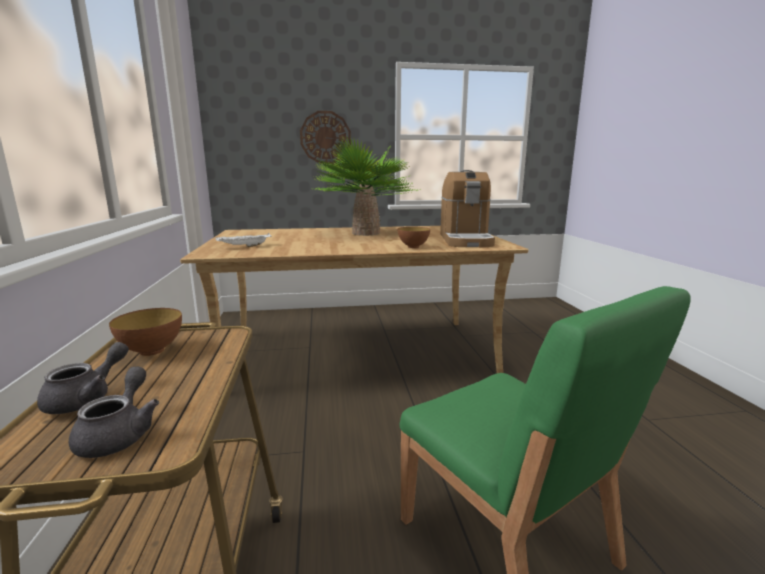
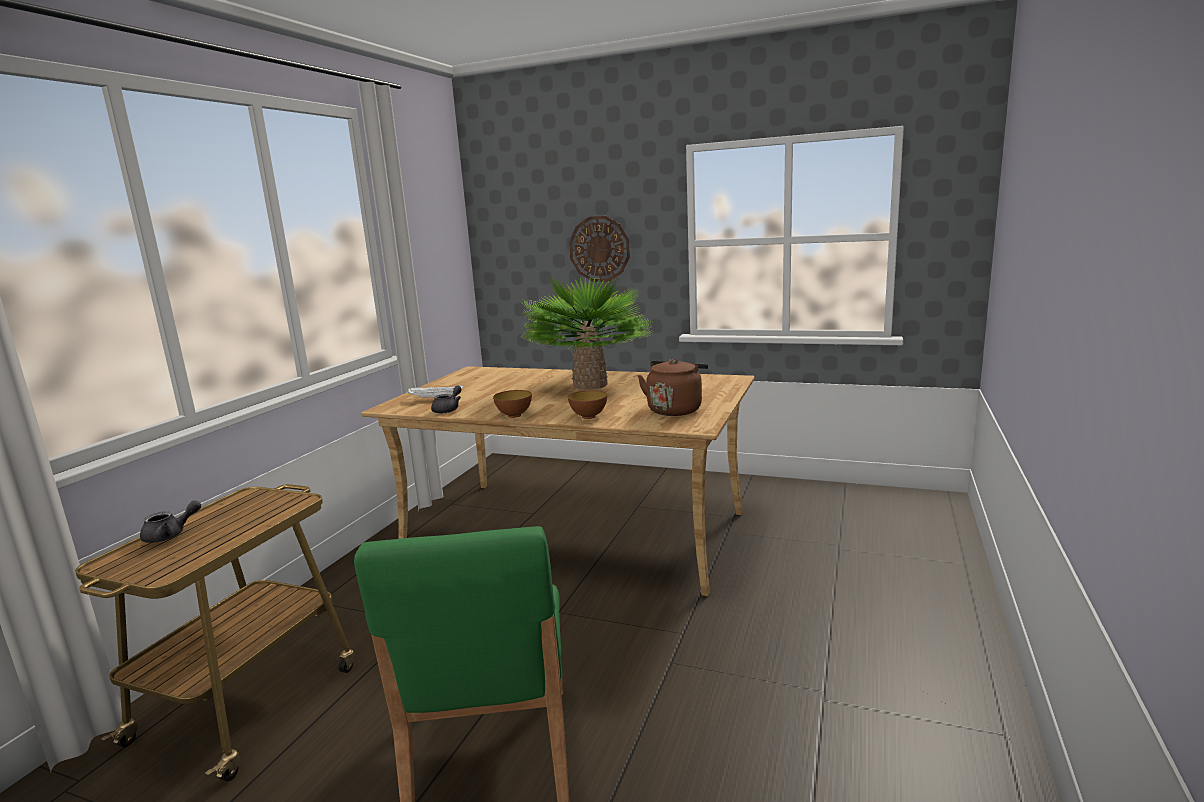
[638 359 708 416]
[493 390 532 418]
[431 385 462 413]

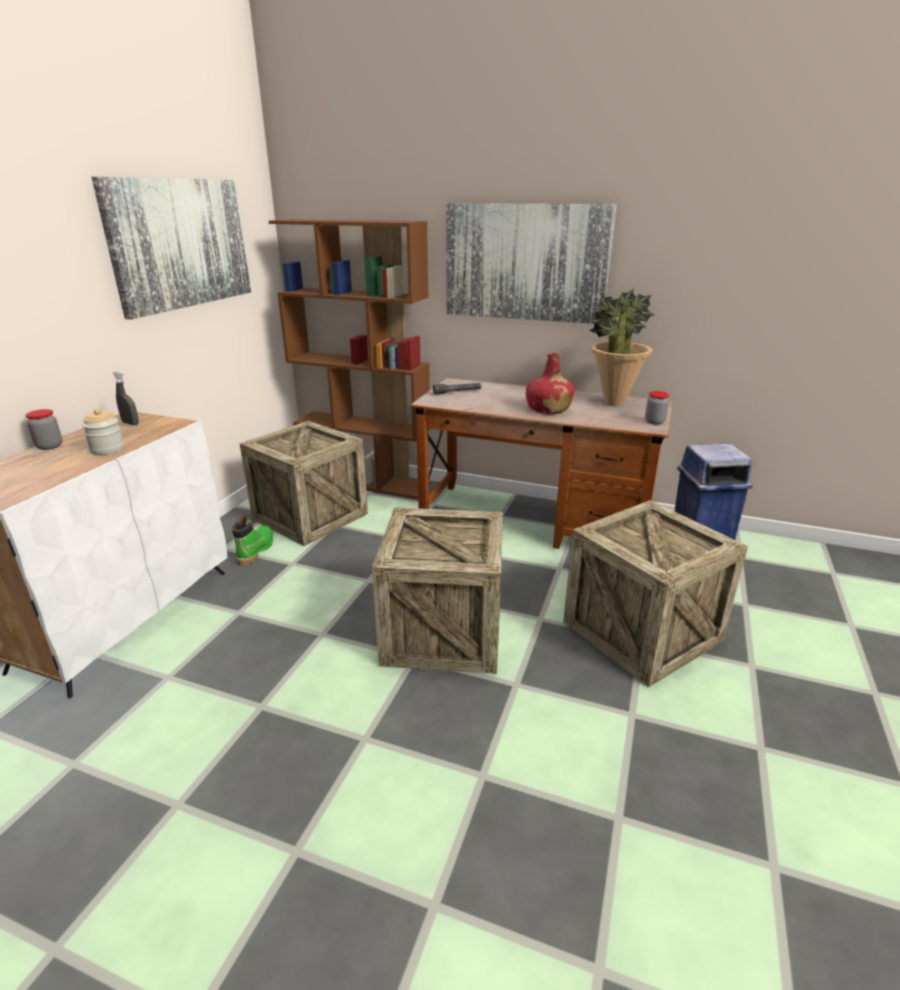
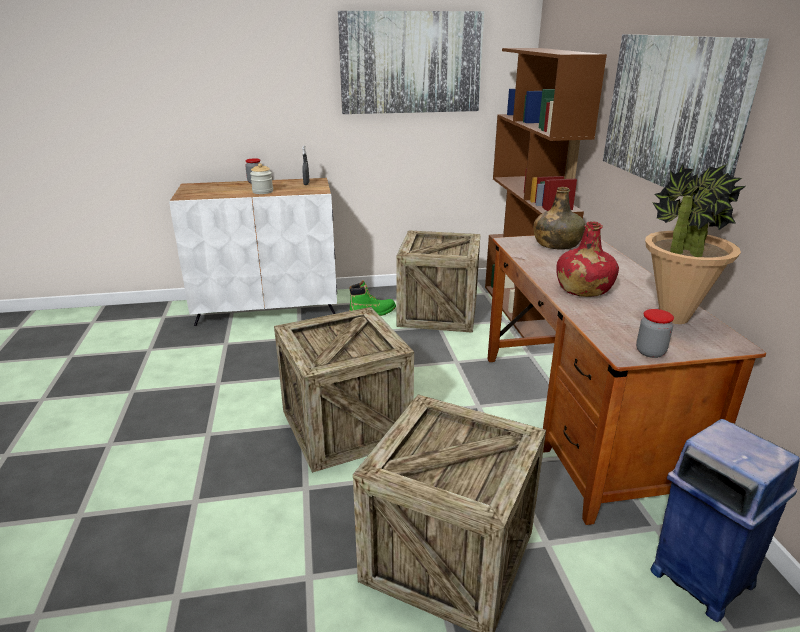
[534 187 585 250]

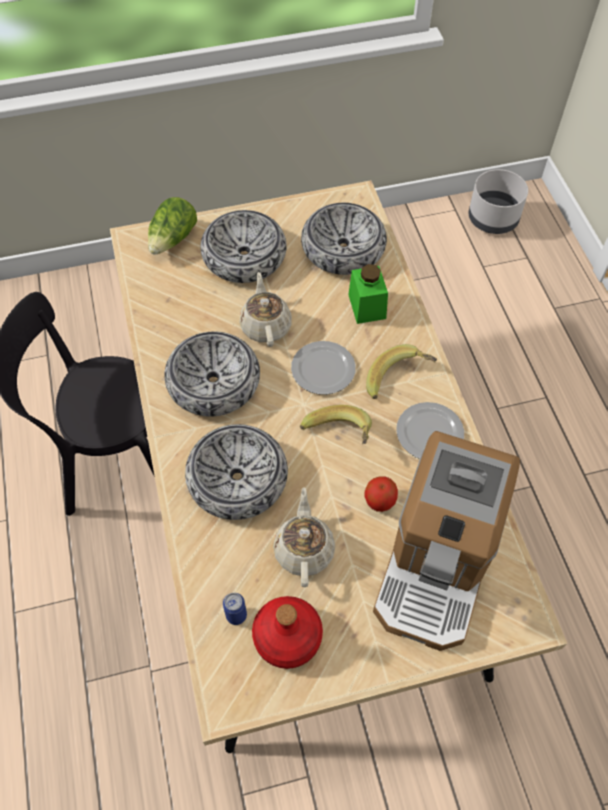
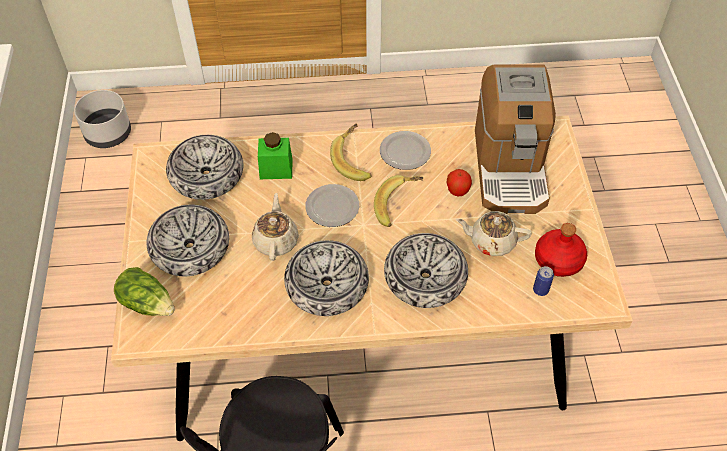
[252 193 299 261]
[475 64 556 214]

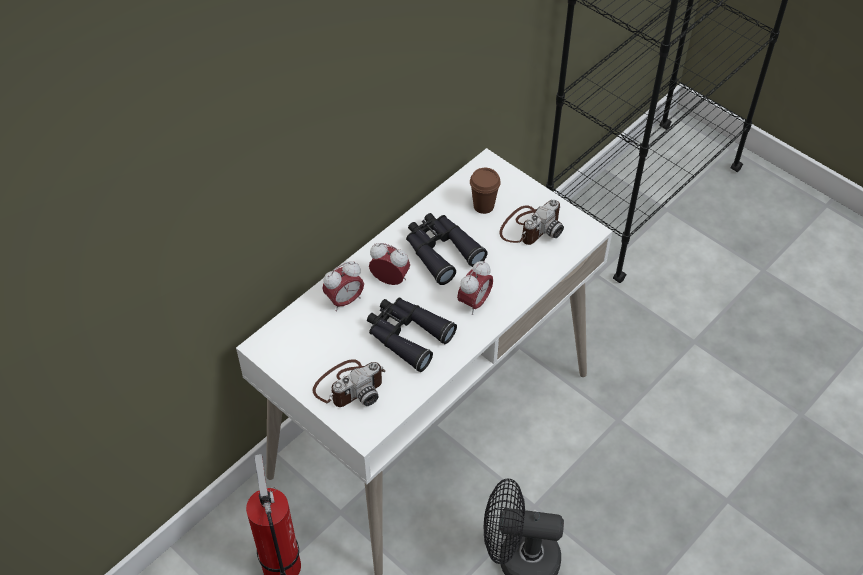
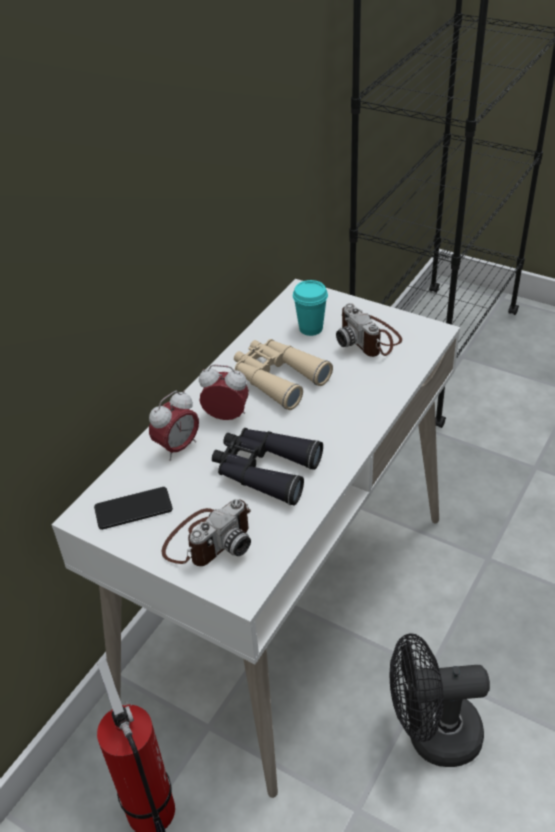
[293 280 328 336]
[336 303 402 357]
[234 339 333 410]
[457 261 493 315] (first image)
[94 487 173 530]

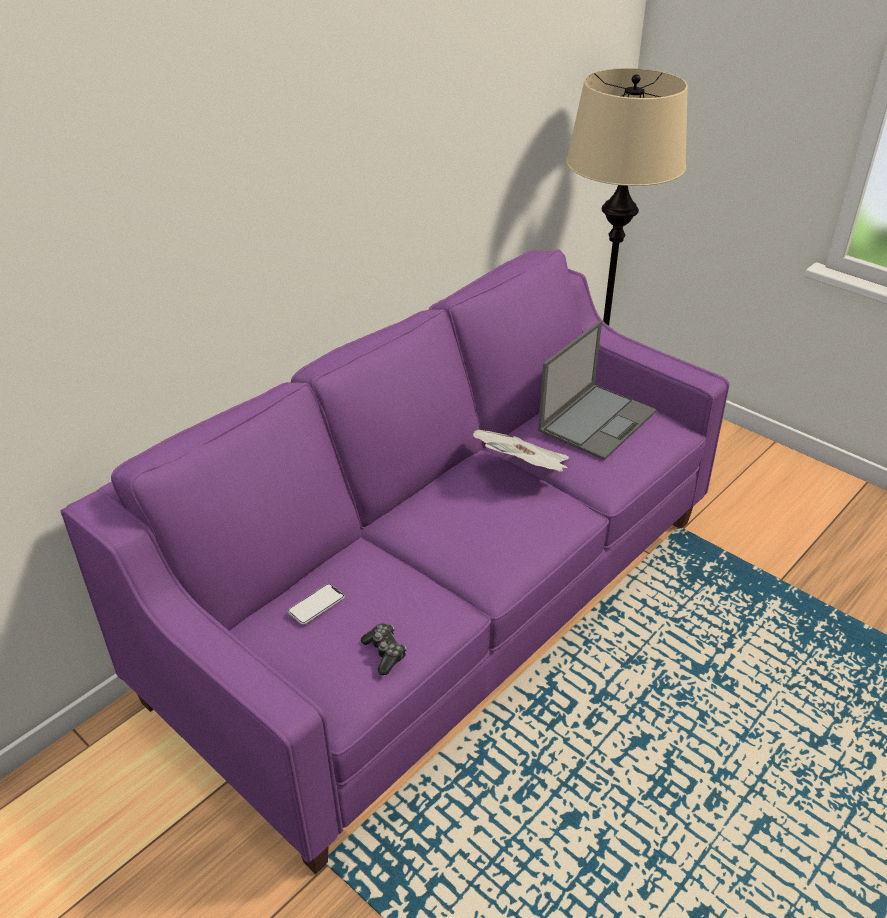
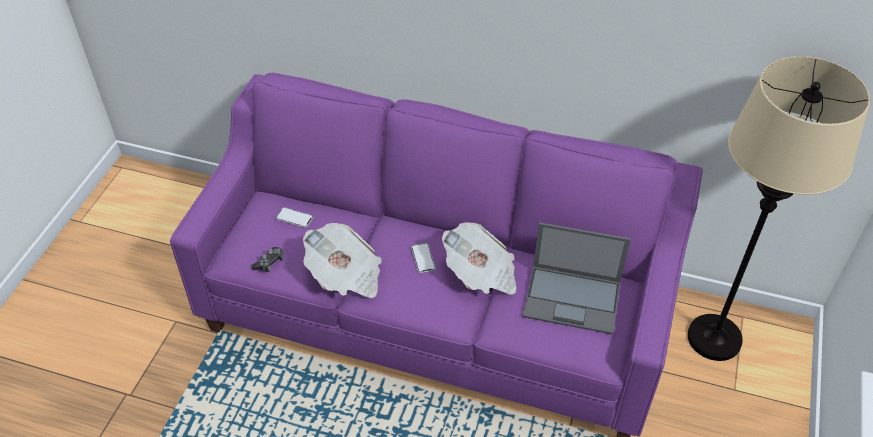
[303 223 382 298]
[411 243 436 273]

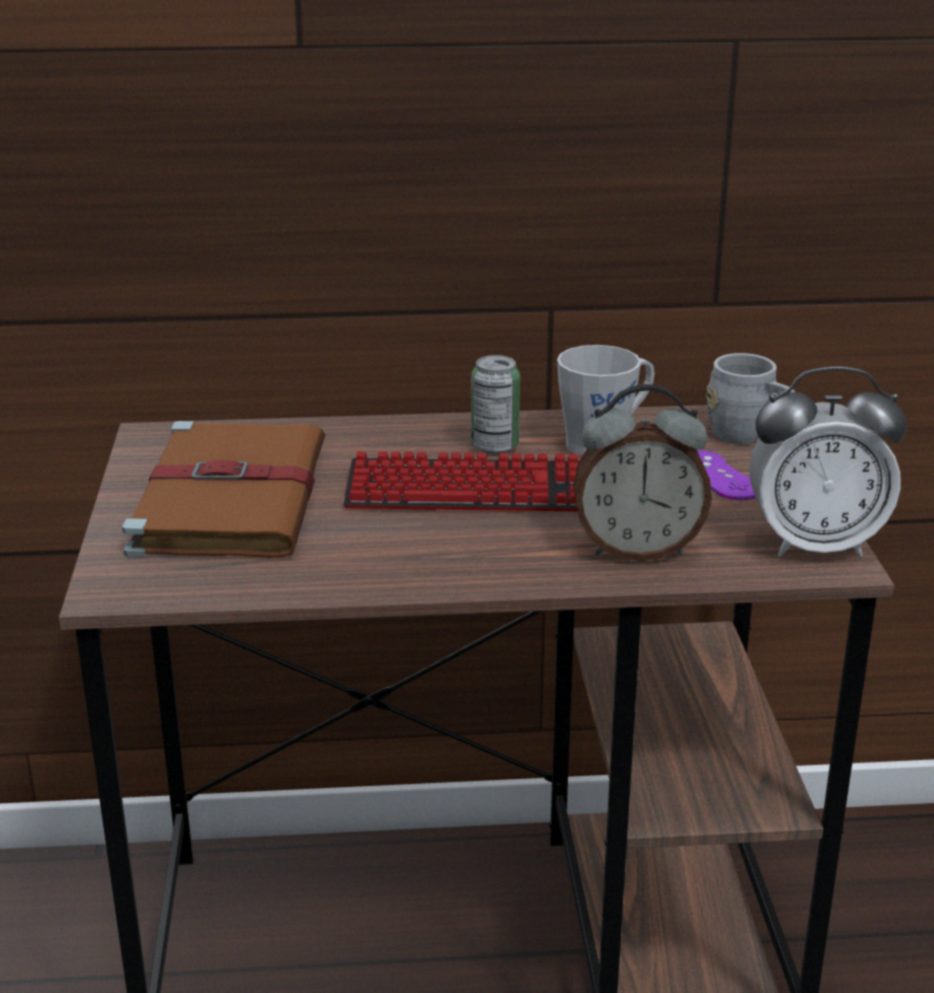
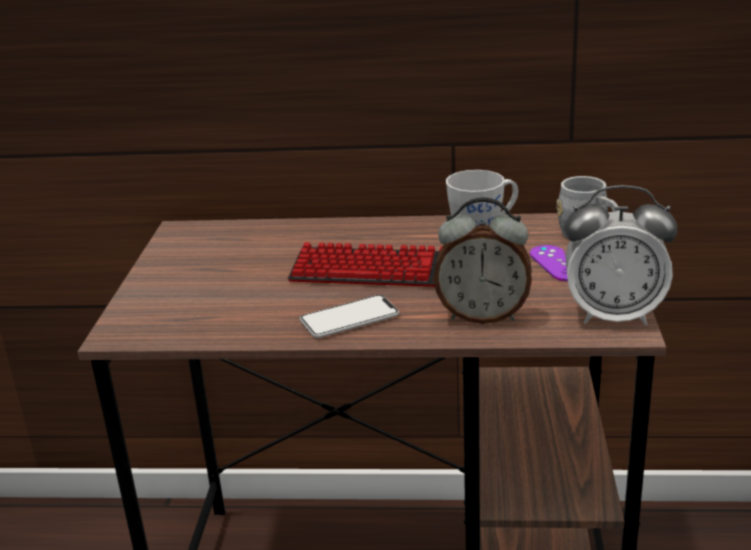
[471 355 520 454] (first image)
[122 421 325 558] (first image)
[300 295 399 338]

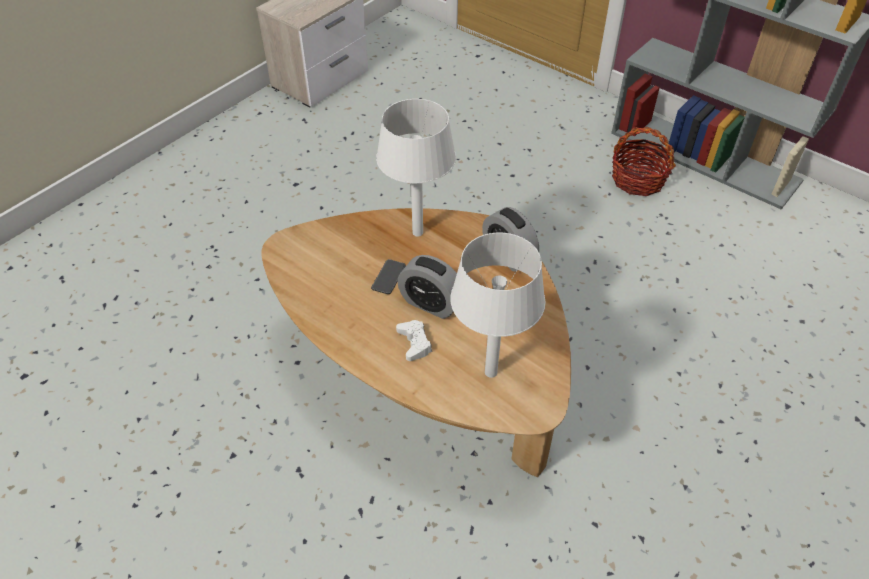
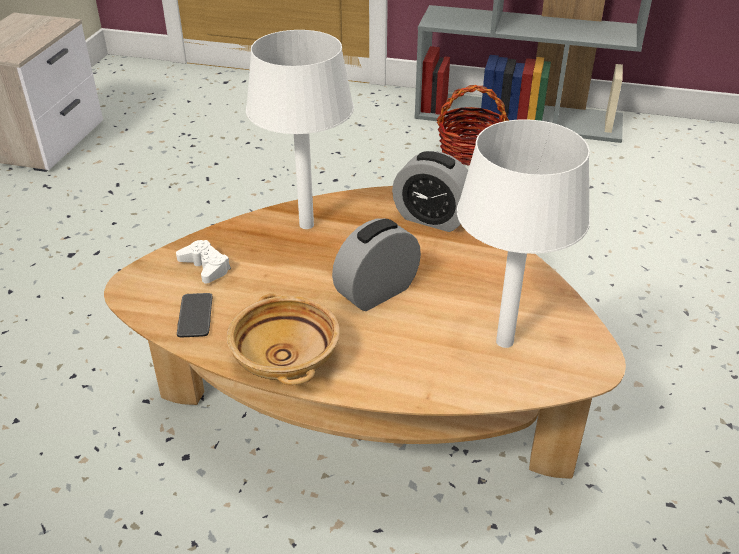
[332 218 421 311]
[177 293 213 338]
[176 240 231 283]
[226 293 340 386]

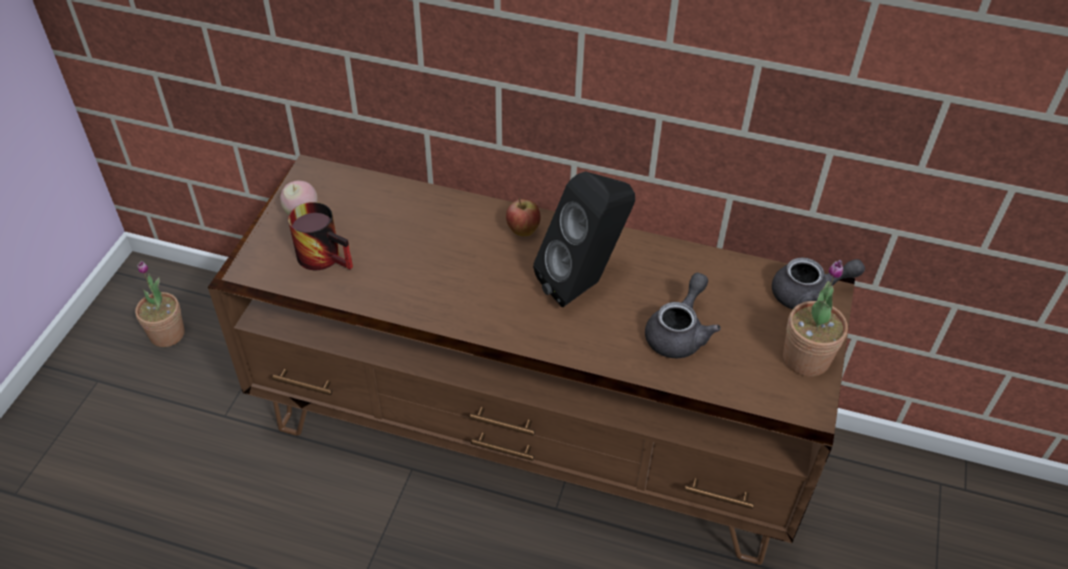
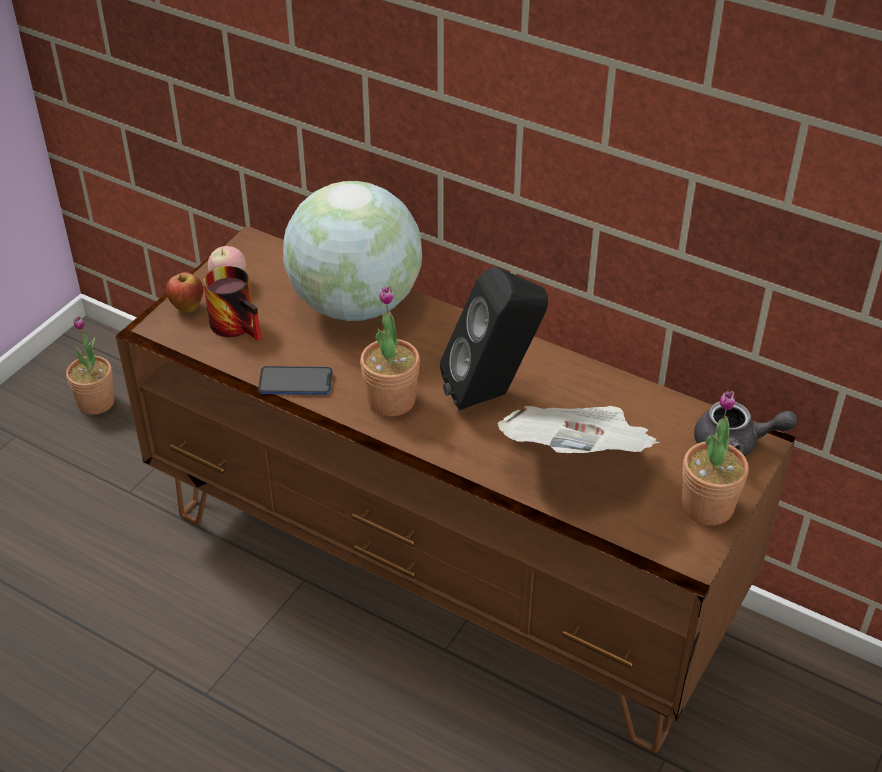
[166 270 203 312]
[497 406 659 453]
[283 181 422 321]
[360 286 420 417]
[258 366 333 395]

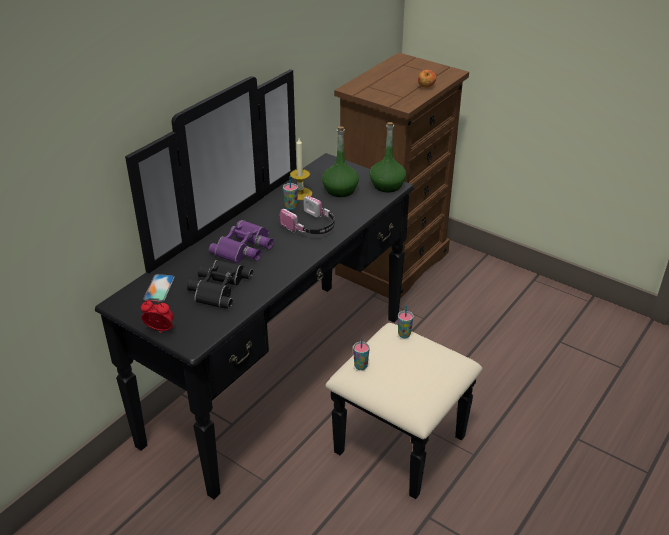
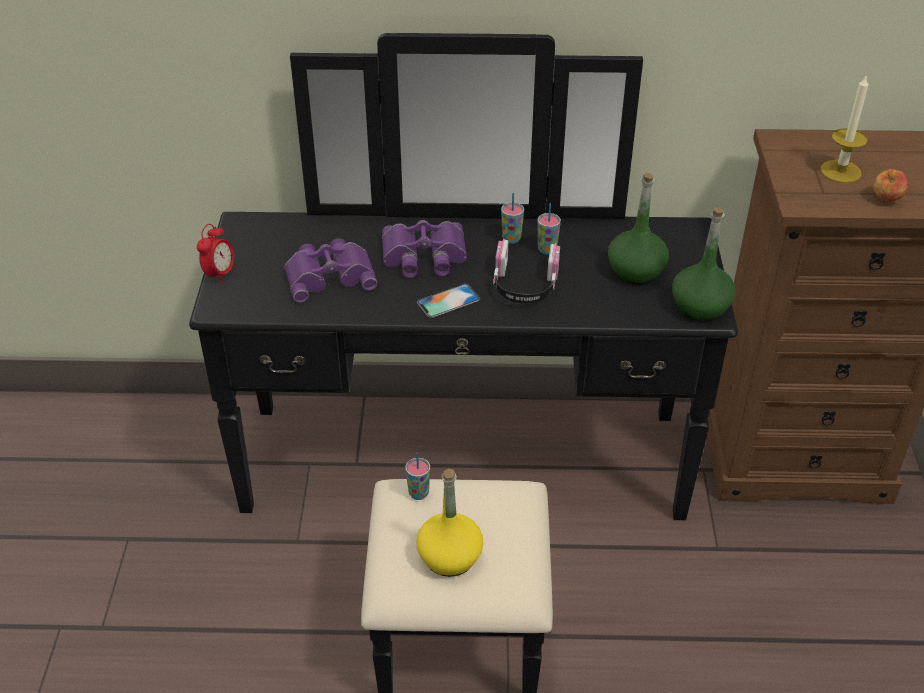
[821 74 868 183]
[285 238 377 303]
[417 284 480 318]
[197 224 235 284]
[501 193 524 244]
[416 468 483 577]

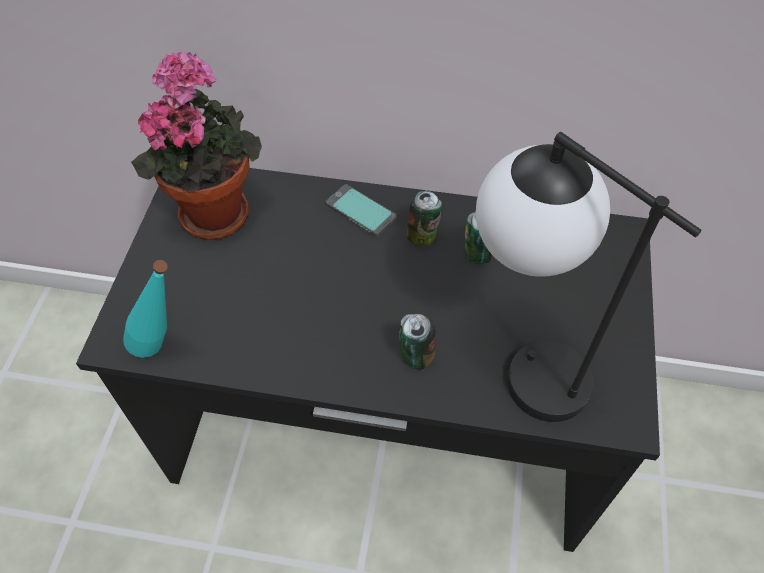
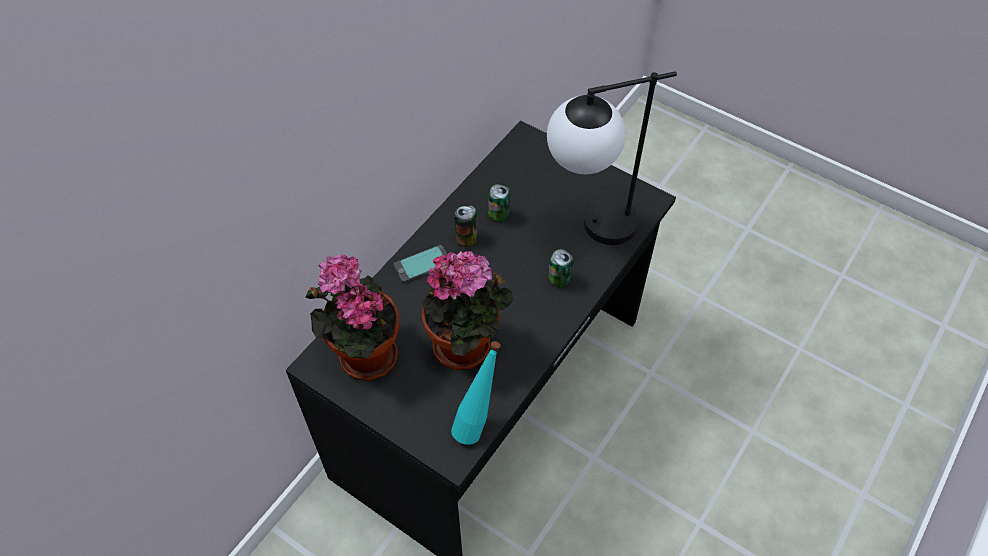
[422 251 513 370]

